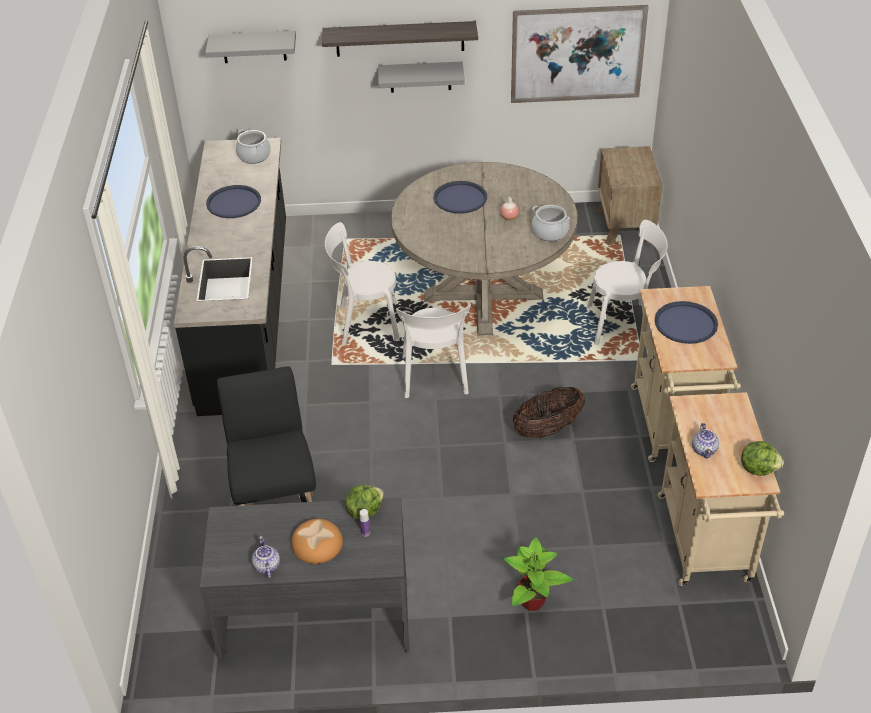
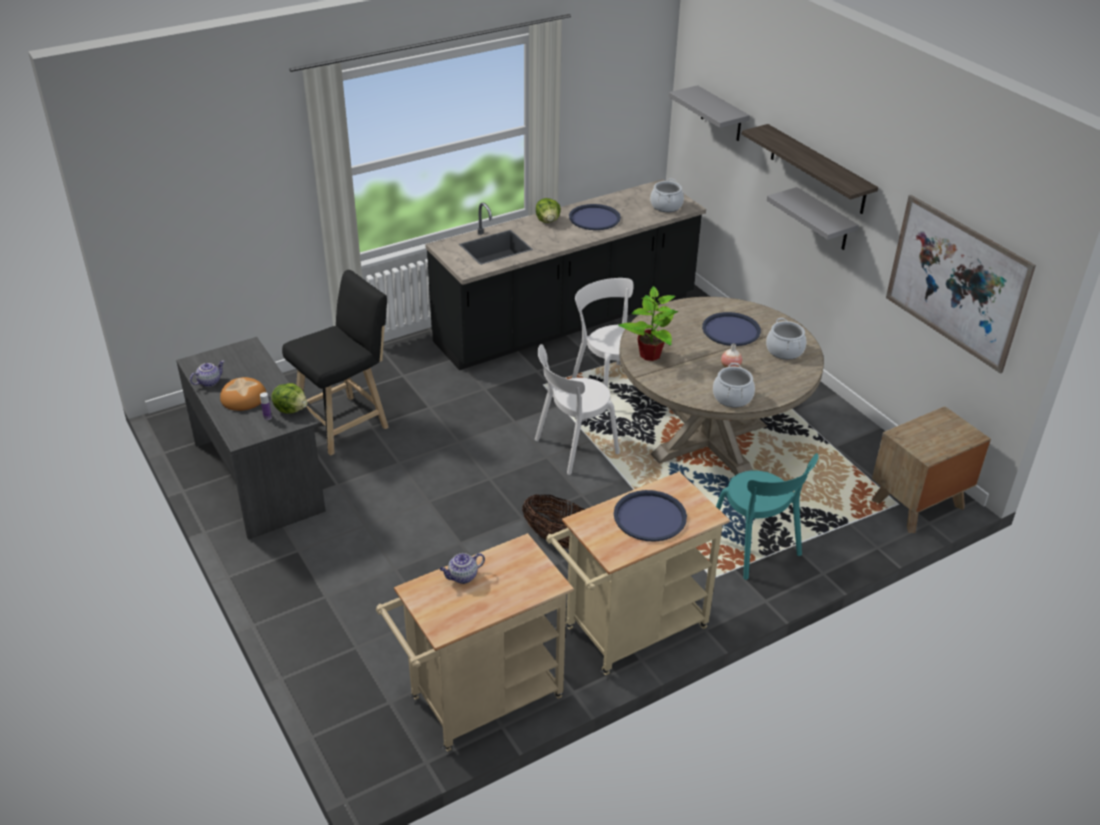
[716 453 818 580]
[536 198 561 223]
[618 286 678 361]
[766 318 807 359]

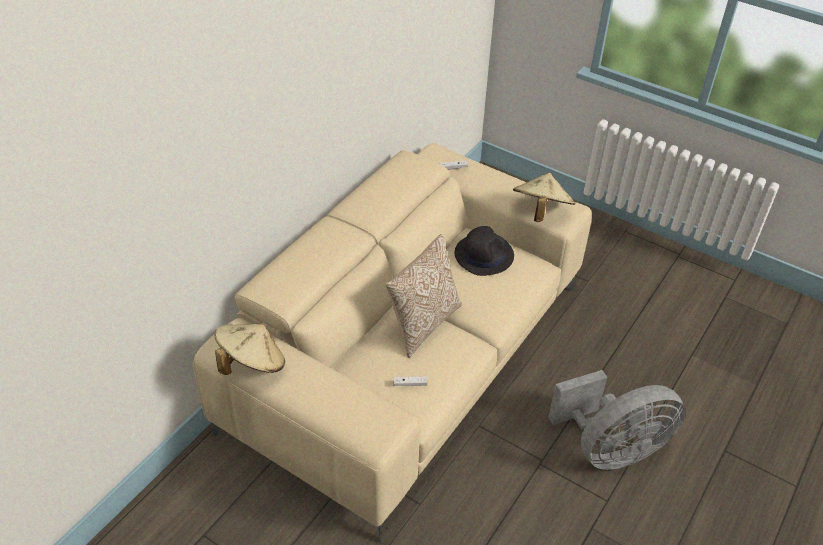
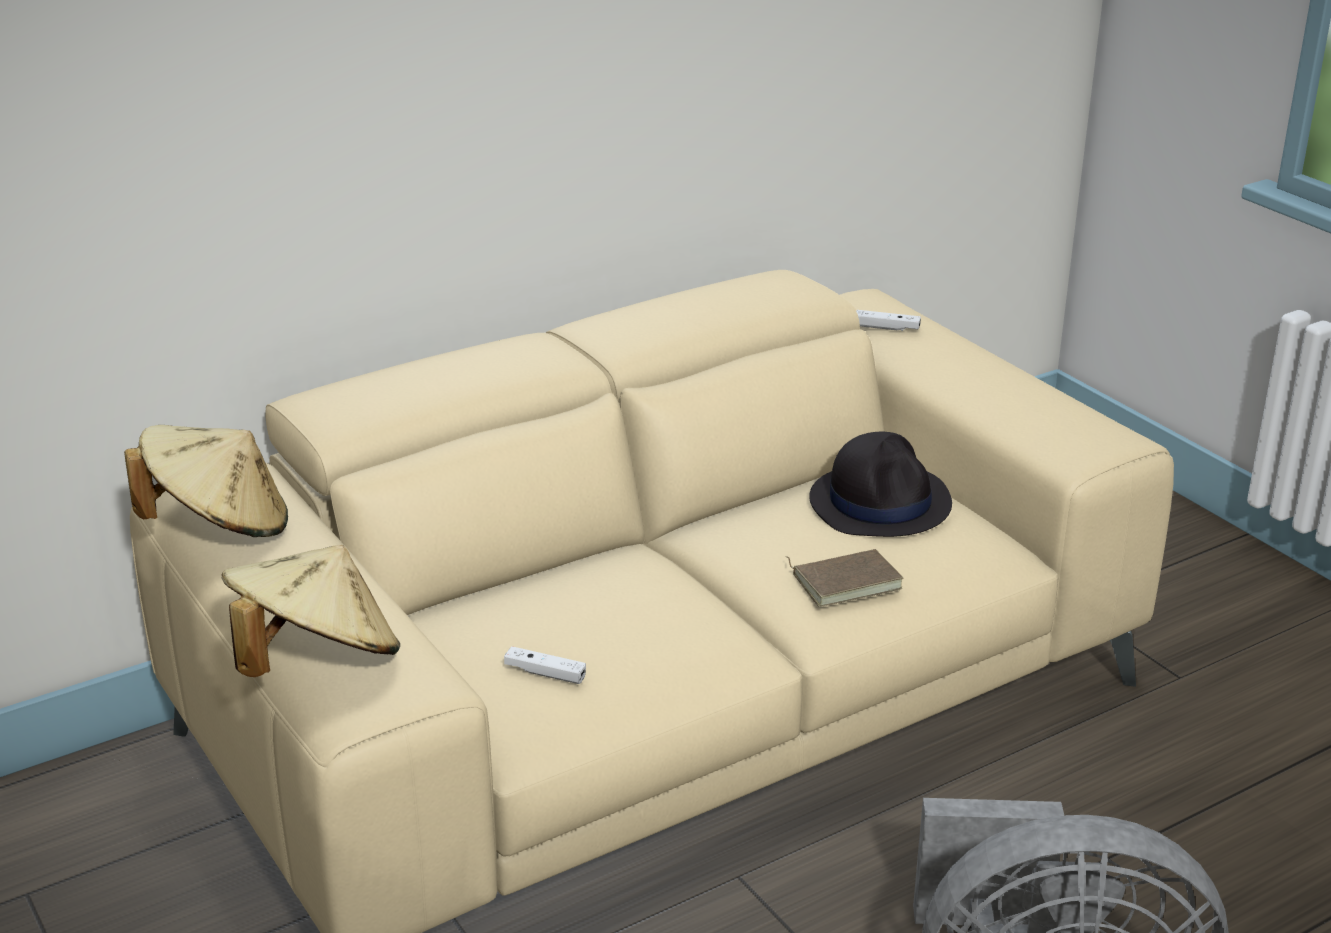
[221 545 400 677]
[385 234 462 358] (first image)
[787 549 904 607]

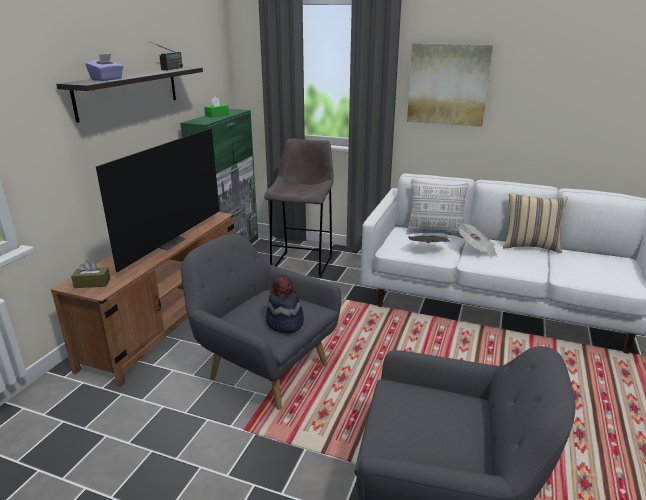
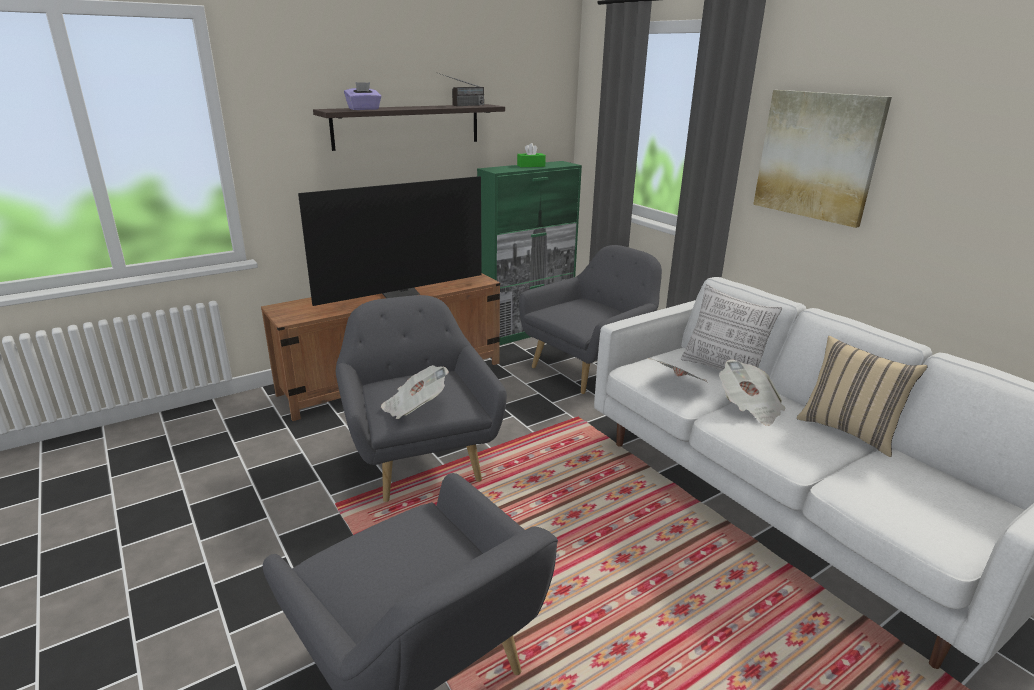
[519 245 662 394]
[71 260 111 288] (first image)
[381 365 449 419]

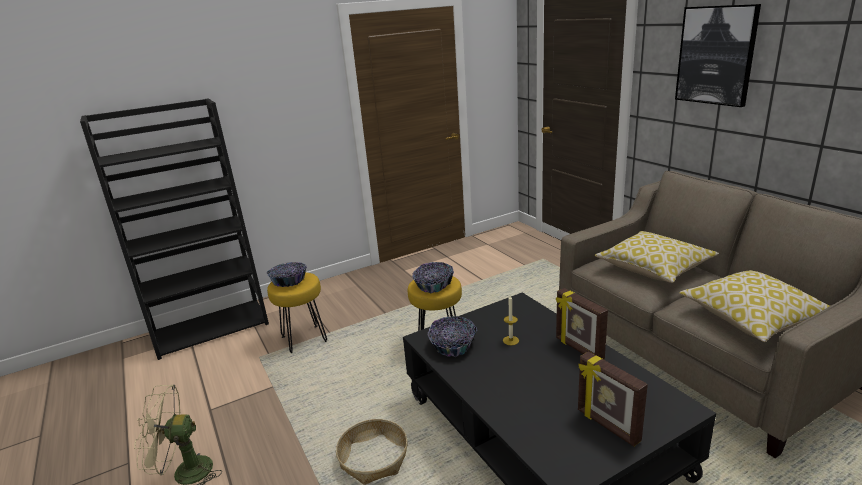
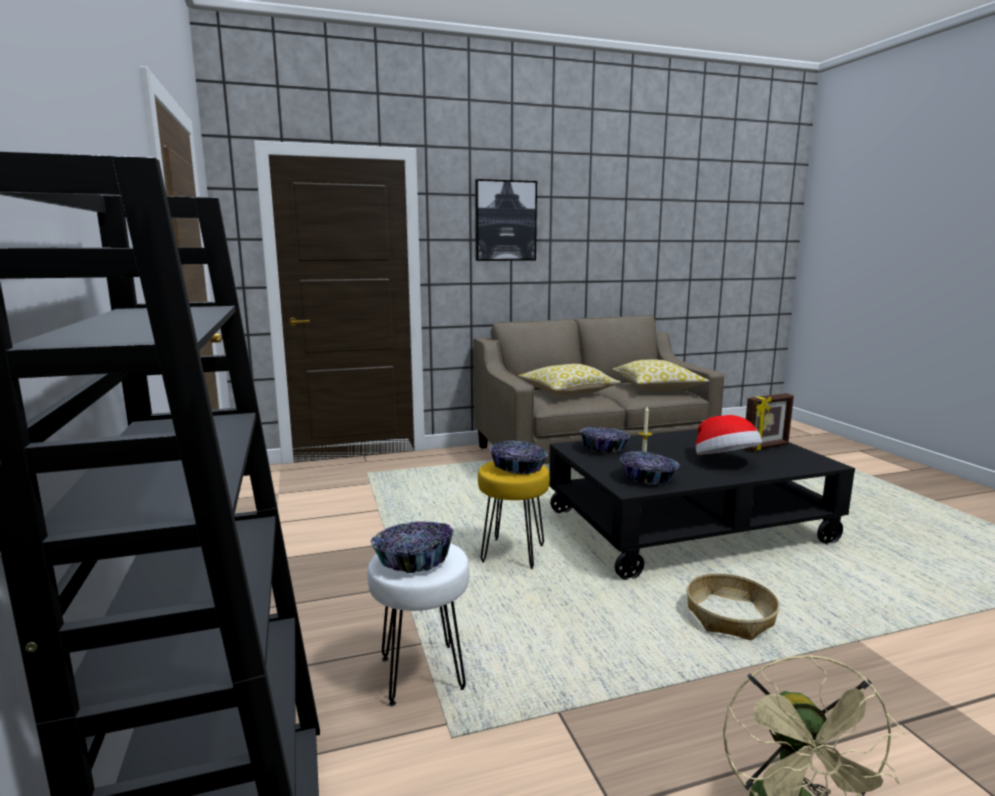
[367 543 470 706]
[556 288 608 360] (first image)
[695 415 762 455]
[580 427 630 453]

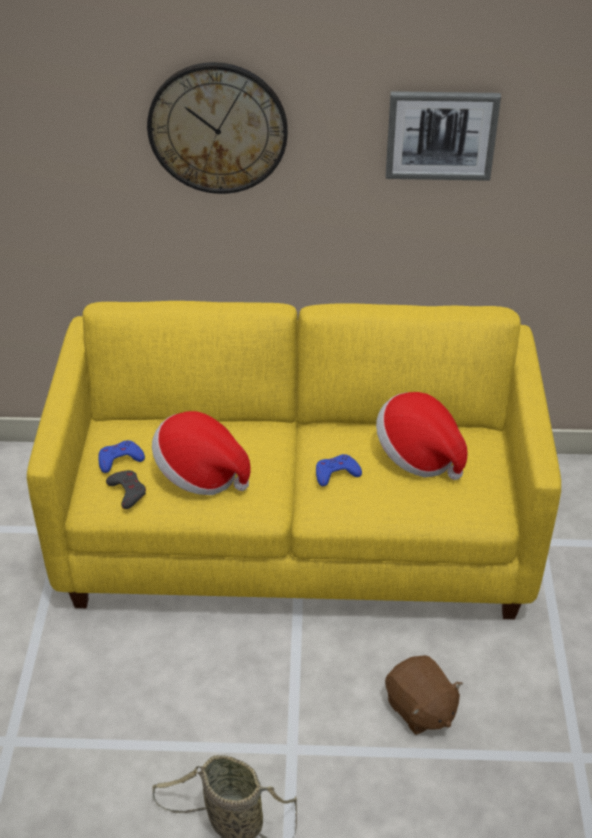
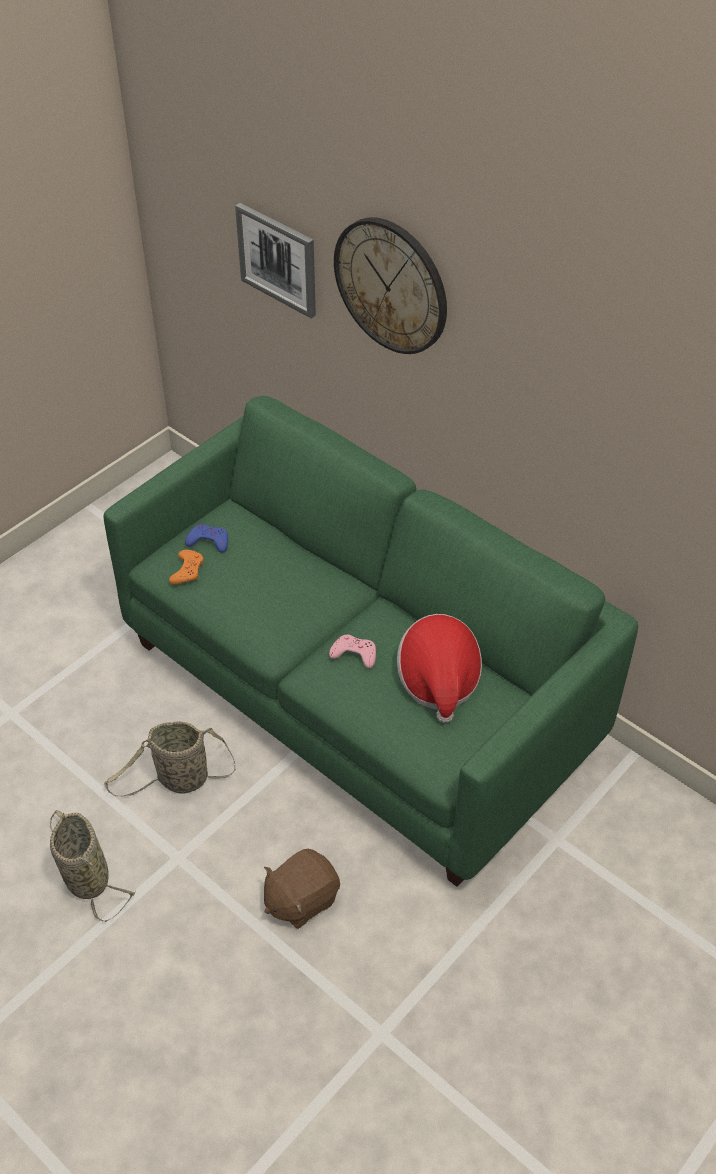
[235 203 316 318]
[103 396 638 887]
[152 411 251 495] (first image)
[329 635 376 669]
[169 550 203 585]
[264 849 340 929]
[104 721 236 797]

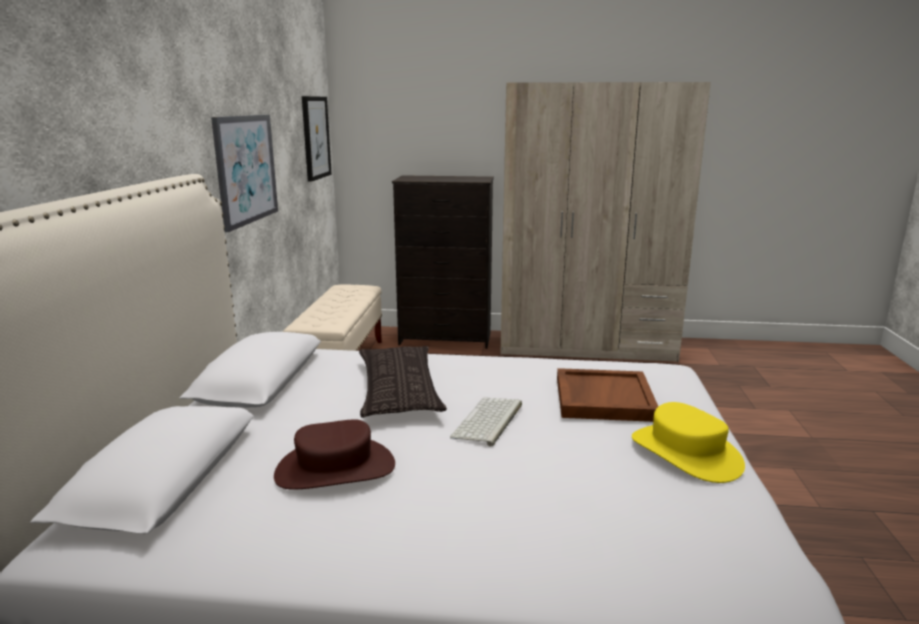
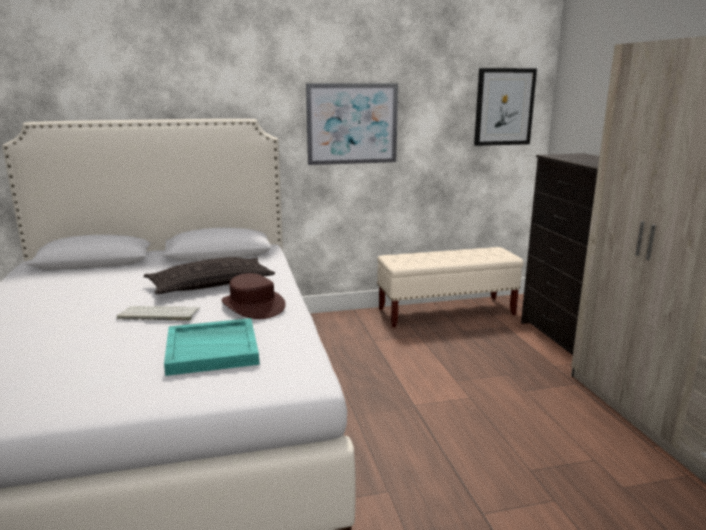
[164 318 260 376]
[632 402 745 483] (first image)
[221 273 285 319]

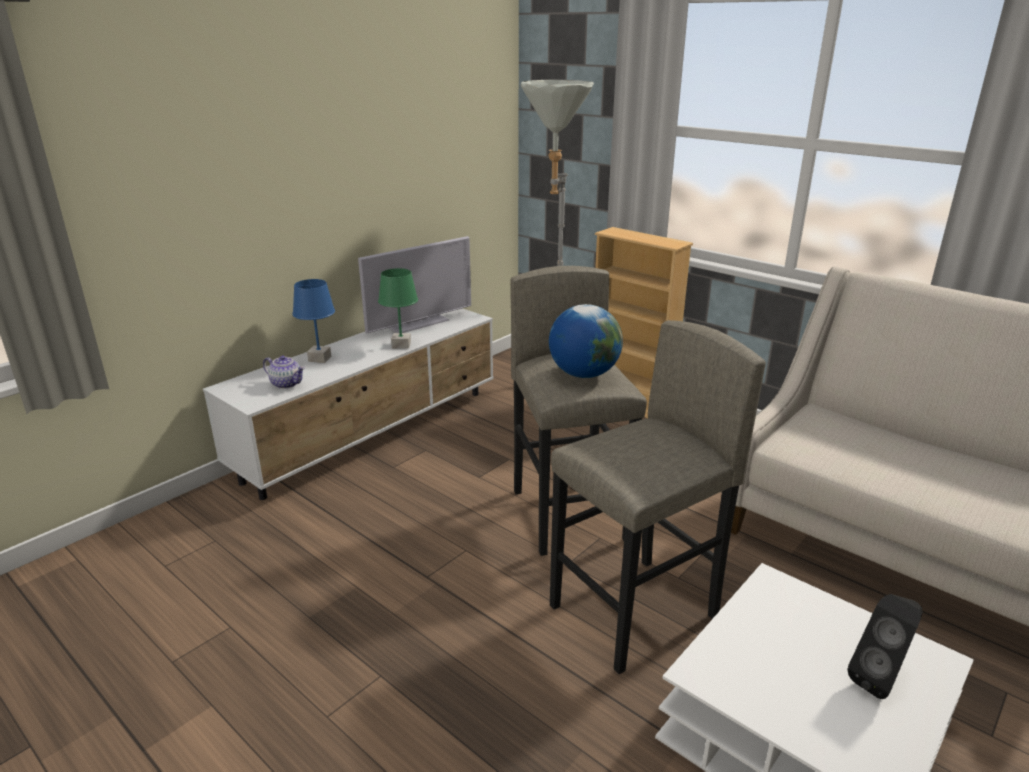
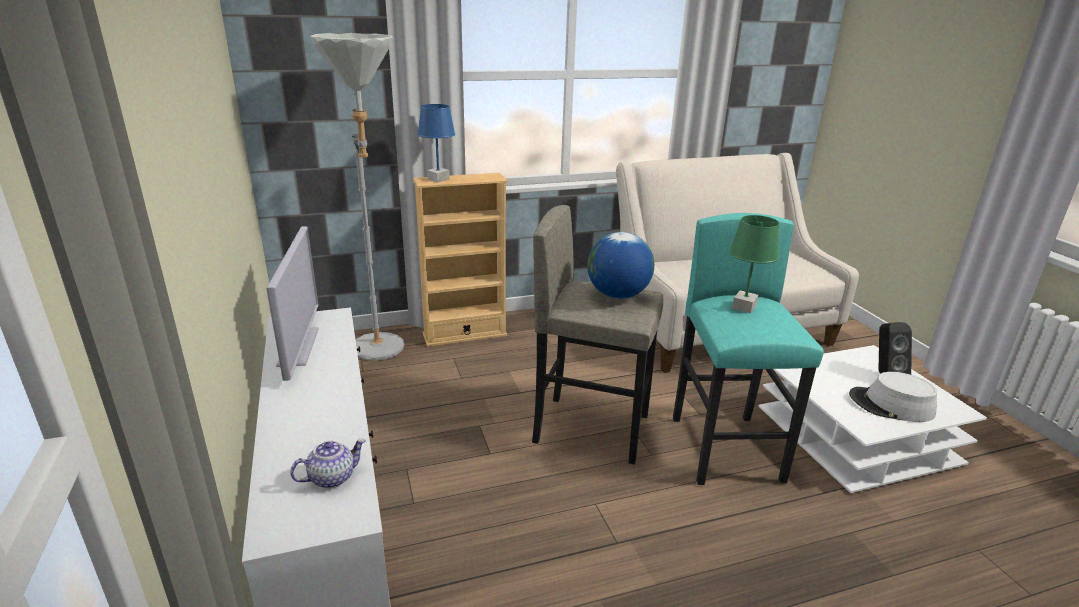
[729 215 779 313]
[417 104 455 182]
[673 213 824 485]
[849 372 938 422]

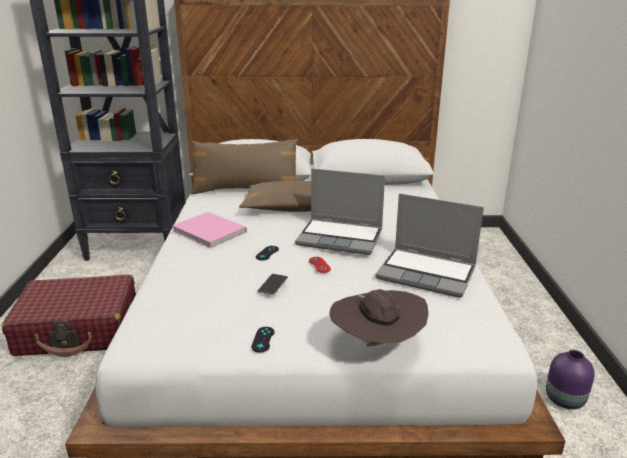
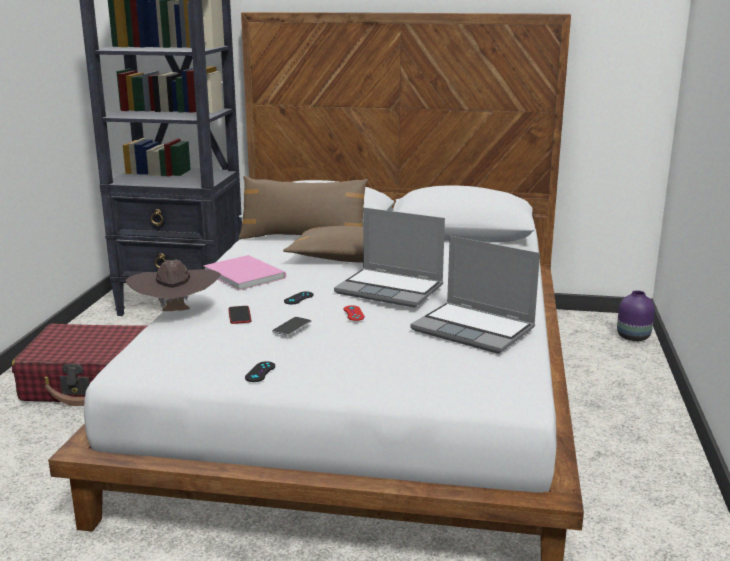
[125 260 221 311]
[617 290 655 341]
[228 306 251 324]

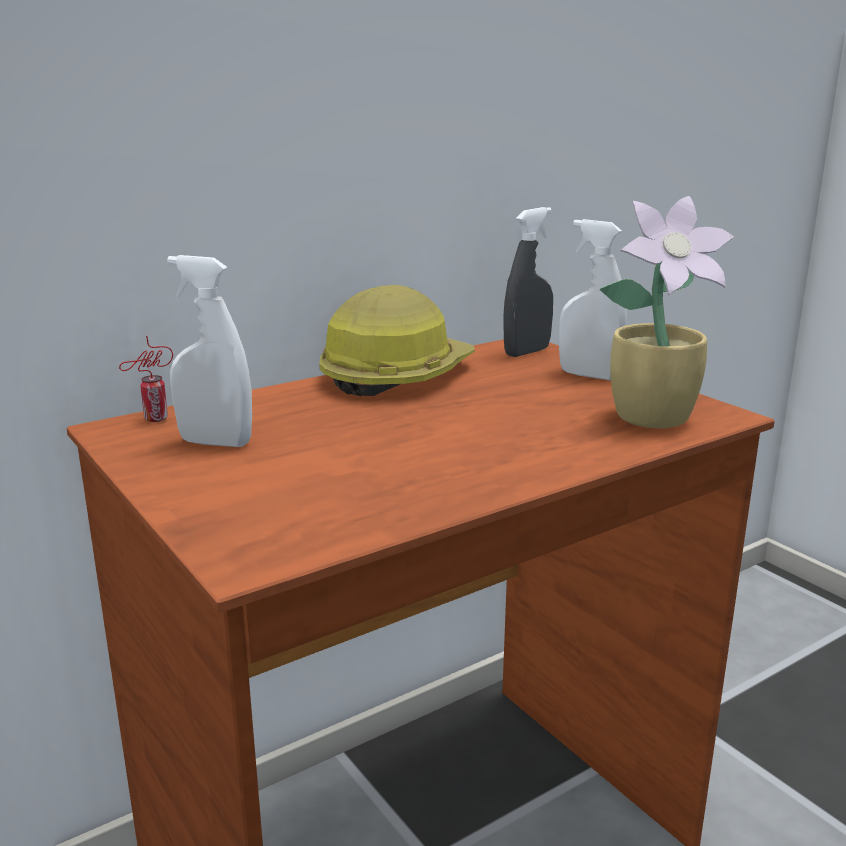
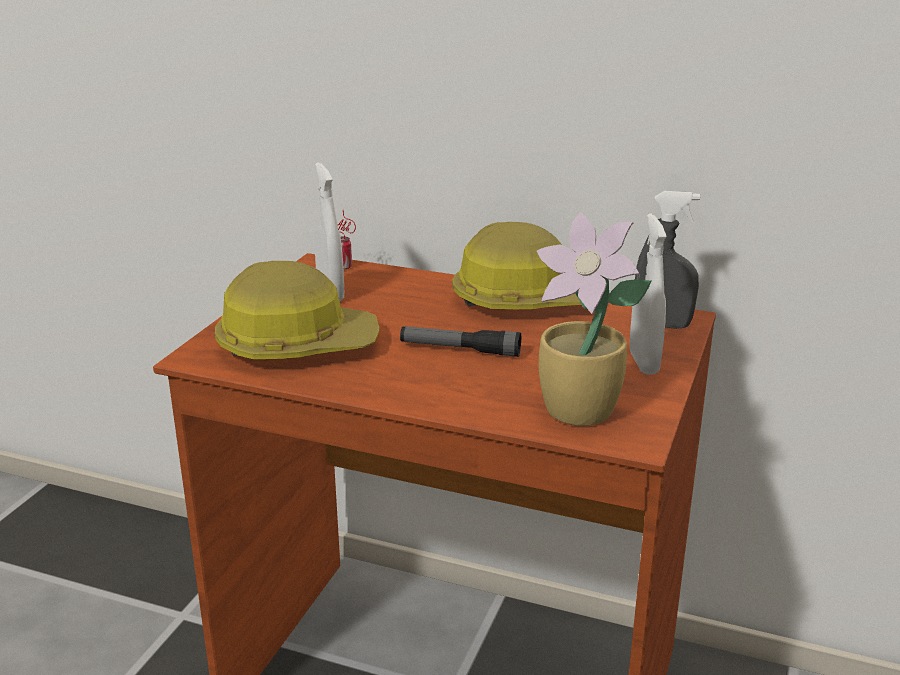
[215 261 379 359]
[400 326 521 357]

